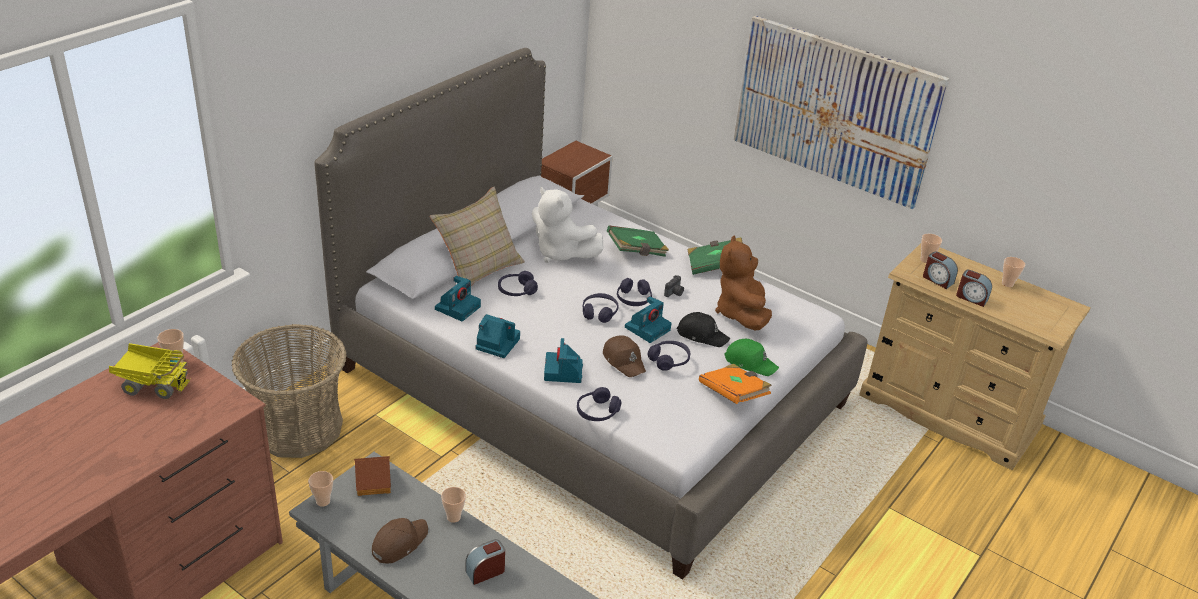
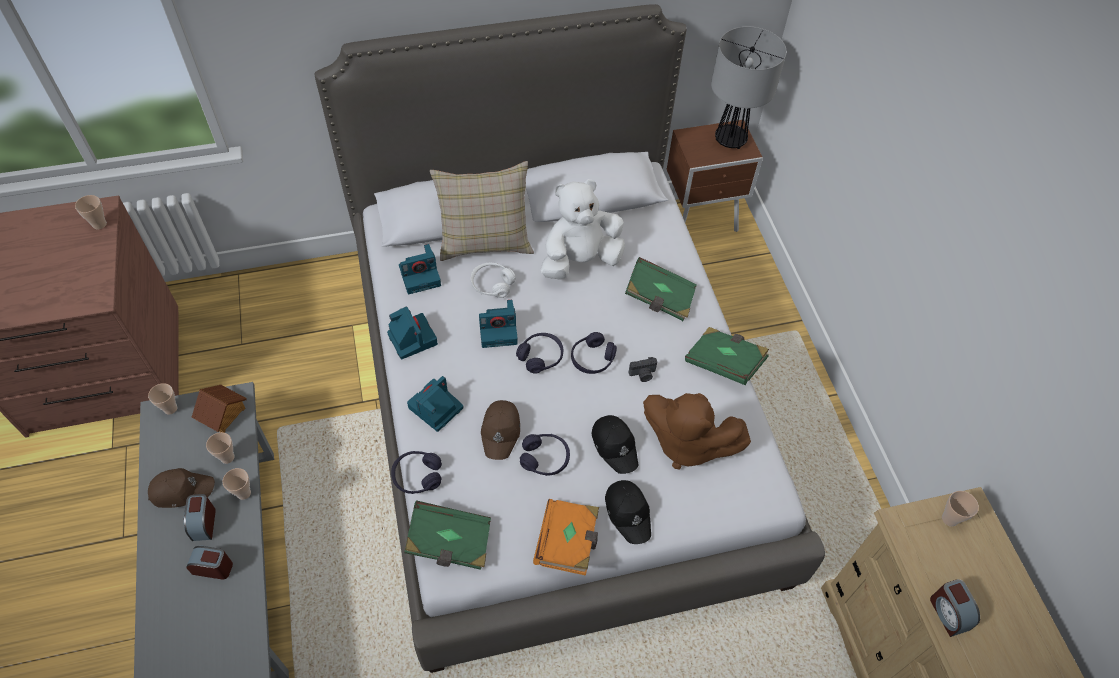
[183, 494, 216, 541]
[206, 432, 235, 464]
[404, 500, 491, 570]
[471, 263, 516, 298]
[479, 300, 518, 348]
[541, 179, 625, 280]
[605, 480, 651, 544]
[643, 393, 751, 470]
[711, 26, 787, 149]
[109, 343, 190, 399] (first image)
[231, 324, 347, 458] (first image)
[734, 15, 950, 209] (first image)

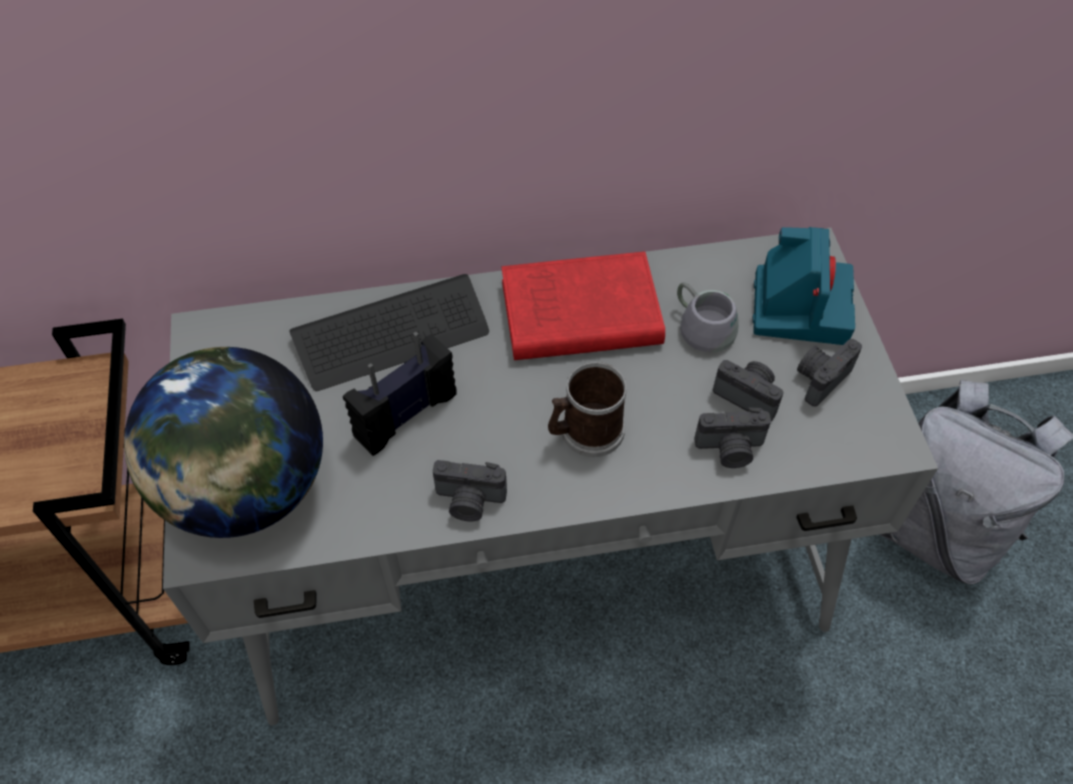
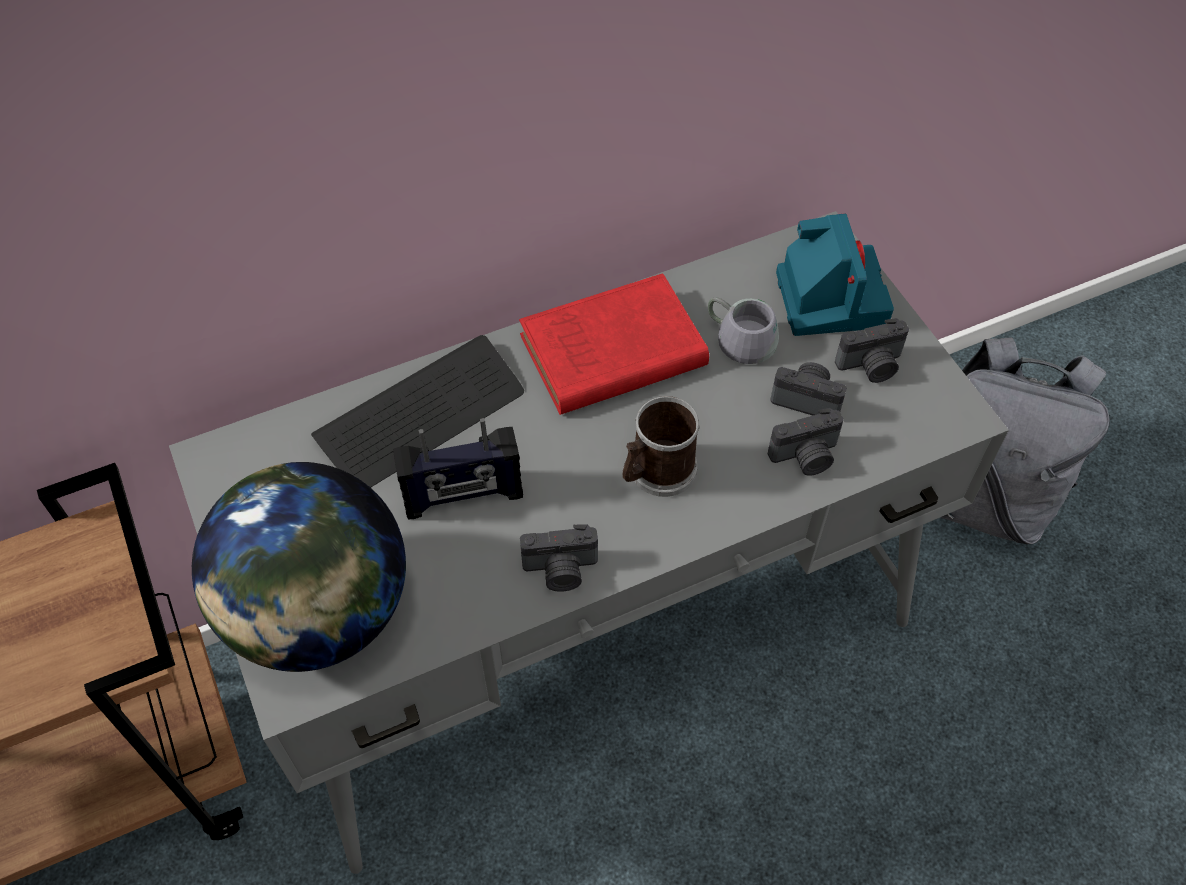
[393, 418, 523, 520]
[835, 318, 909, 383]

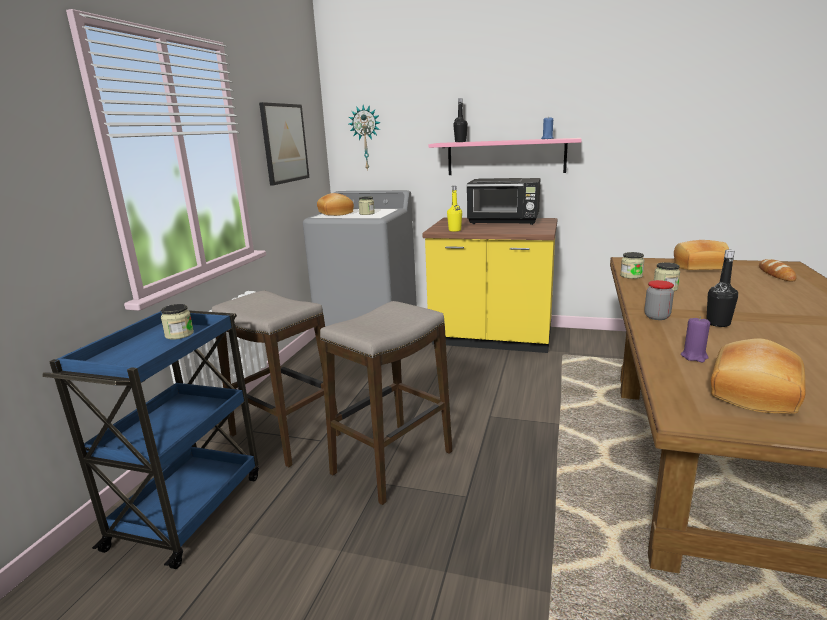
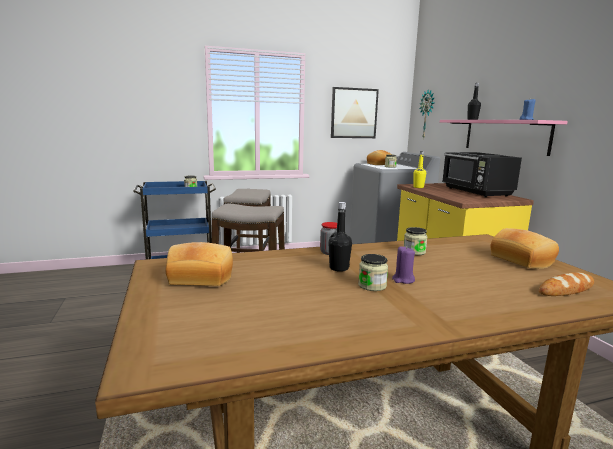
[358, 254, 388, 291]
[392, 246, 415, 284]

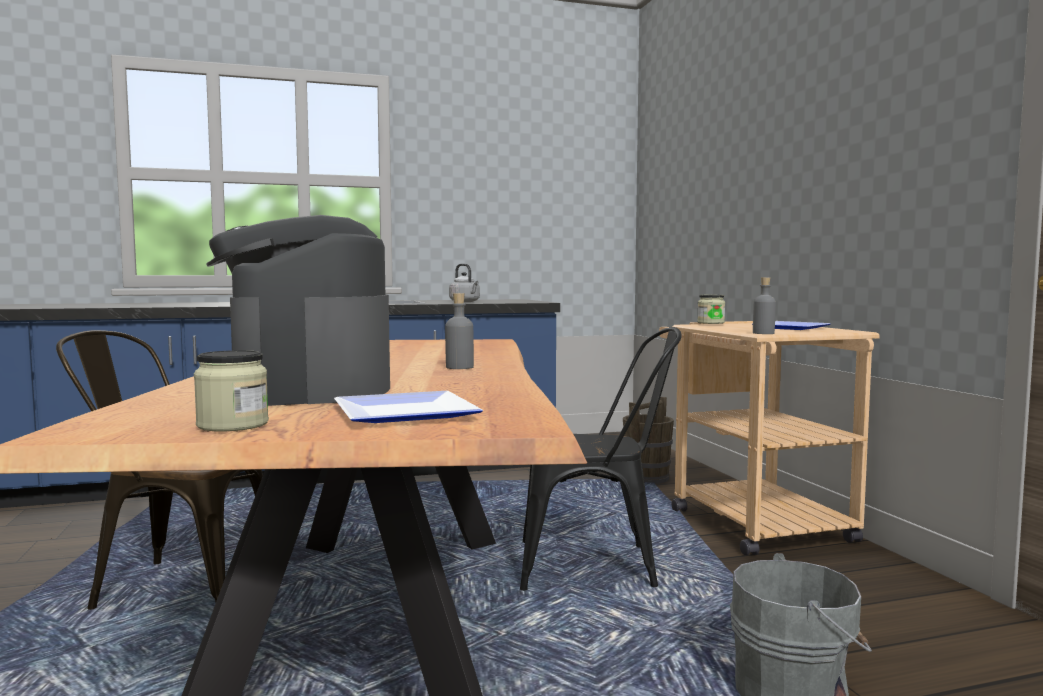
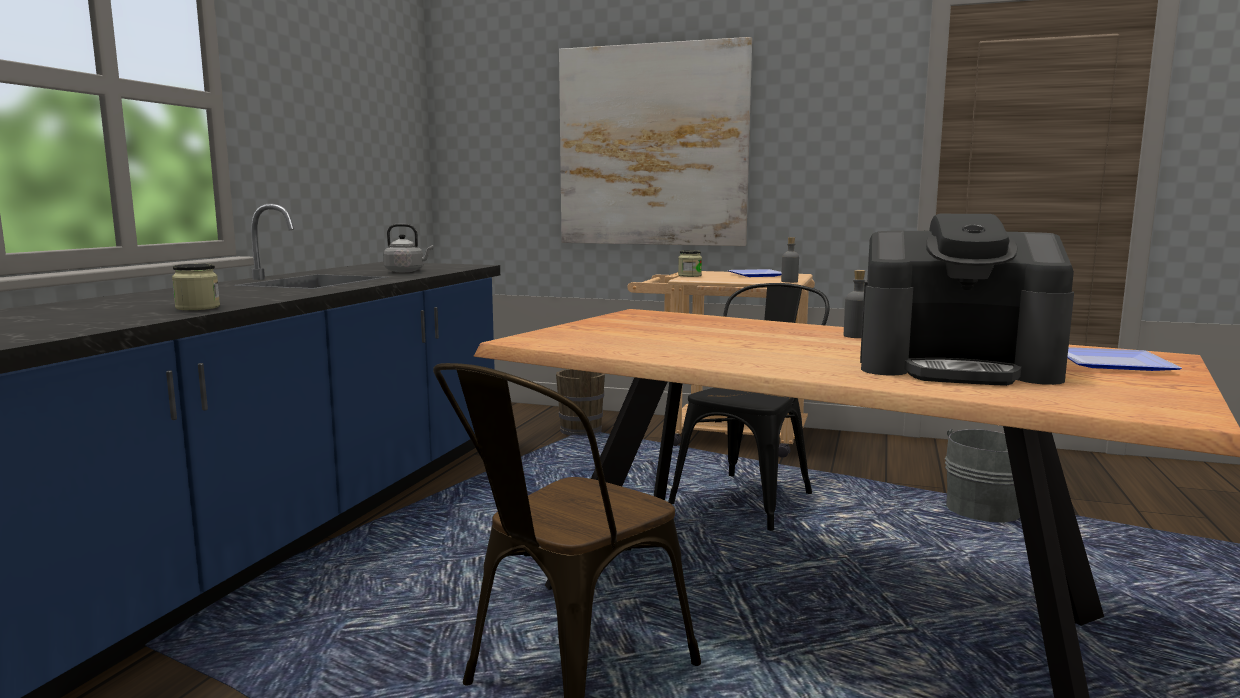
[172, 264, 220, 310]
[559, 37, 752, 246]

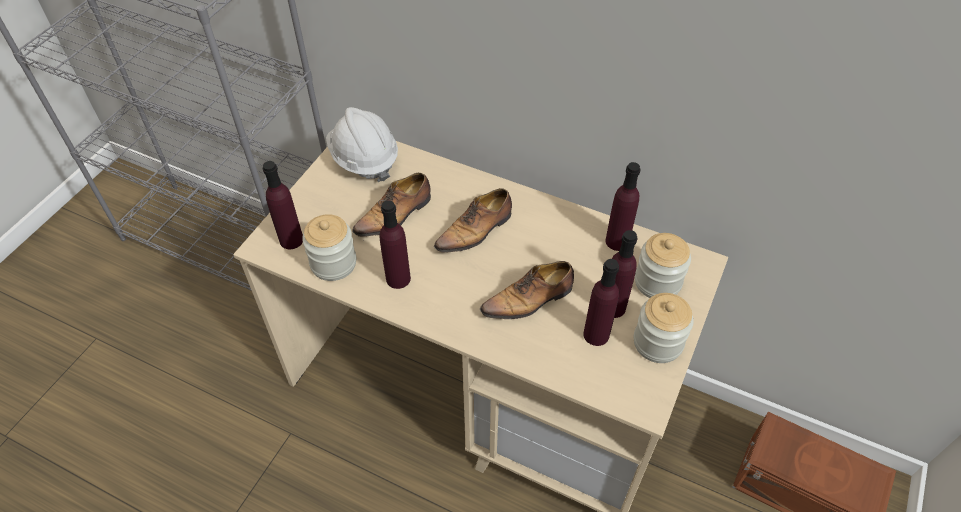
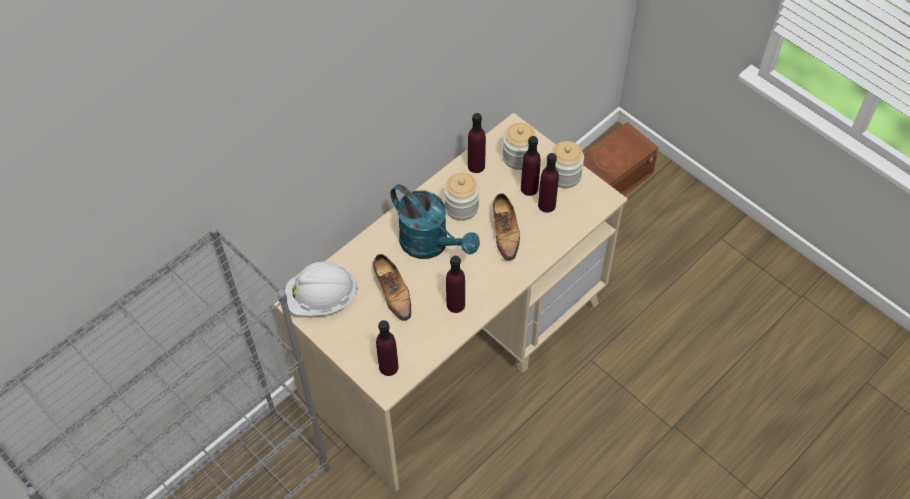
[391, 184, 480, 259]
[444, 173, 479, 221]

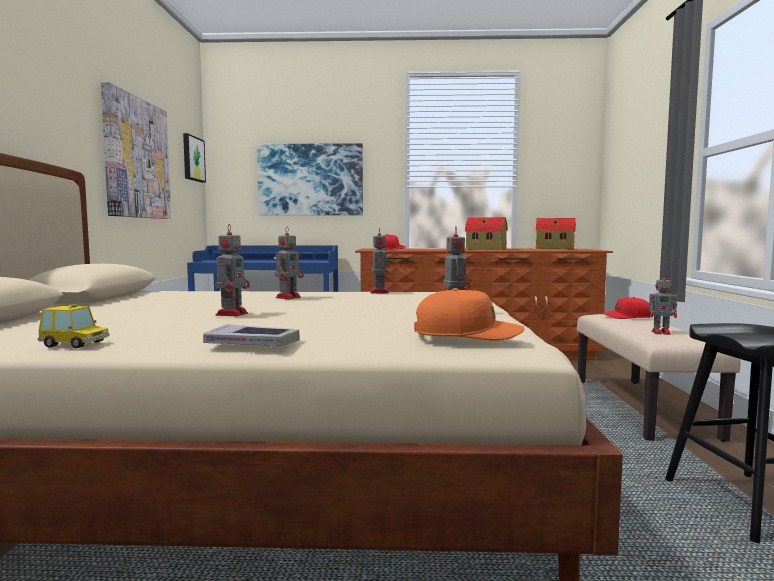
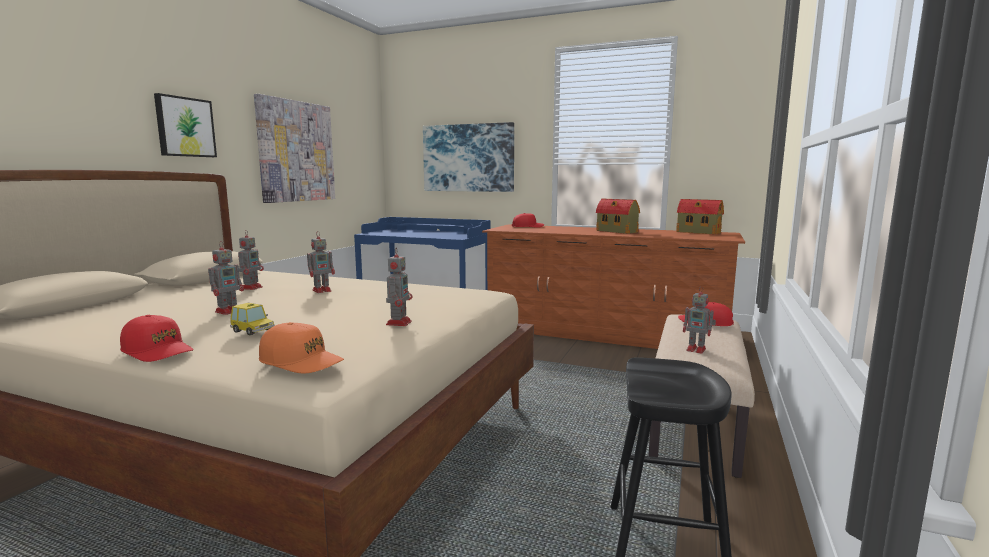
[120, 315, 194, 362]
[154, 93, 217, 157]
[230, 303, 274, 335]
[238, 230, 264, 290]

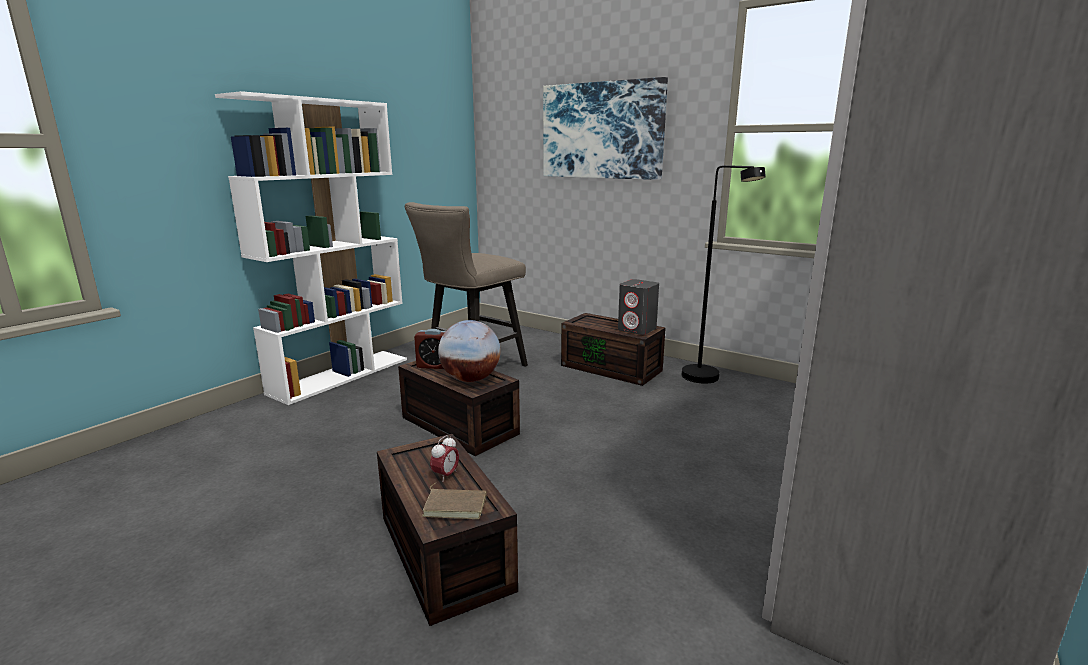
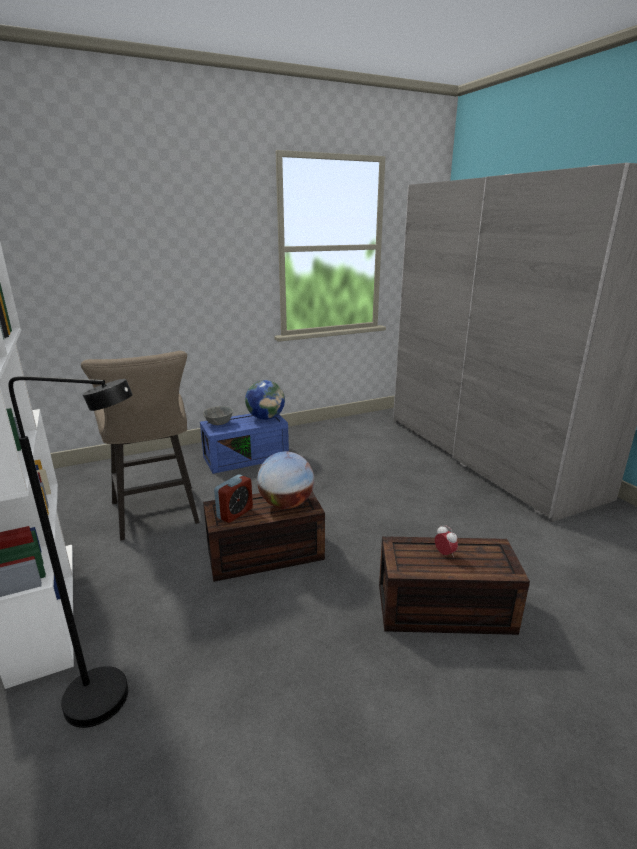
[8, 376, 133, 728]
[200, 413, 289, 474]
[203, 406, 233, 425]
[245, 380, 285, 420]
[422, 483, 486, 519] (first image)
[543, 77, 668, 180] (first image)

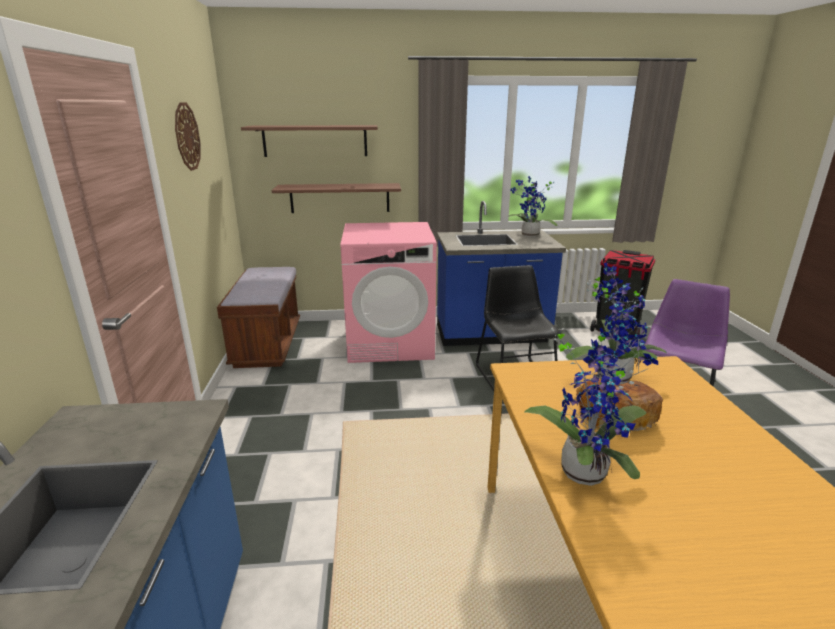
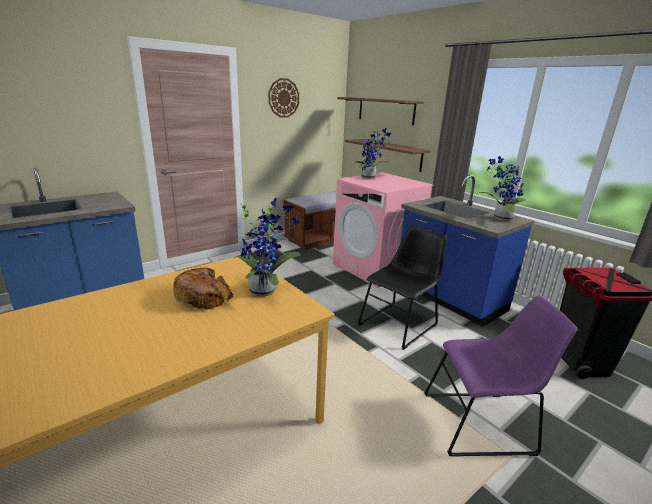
[354, 128, 391, 179]

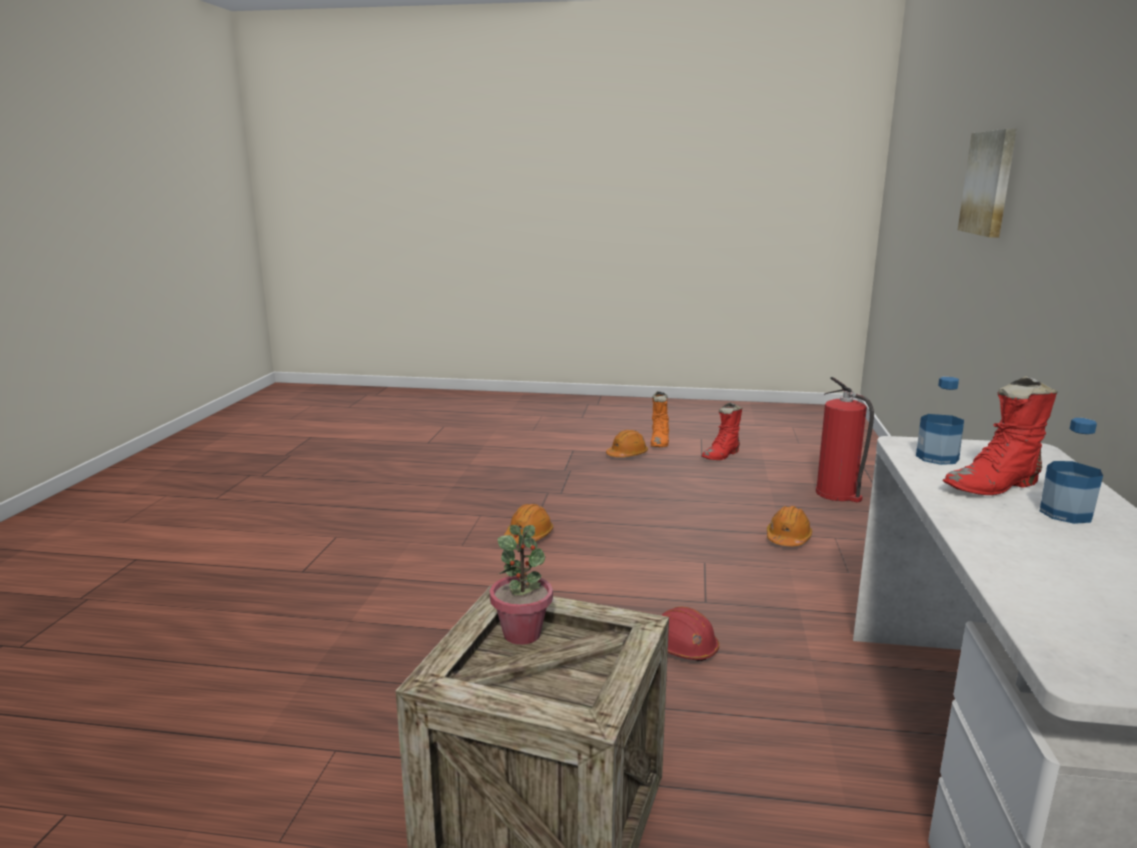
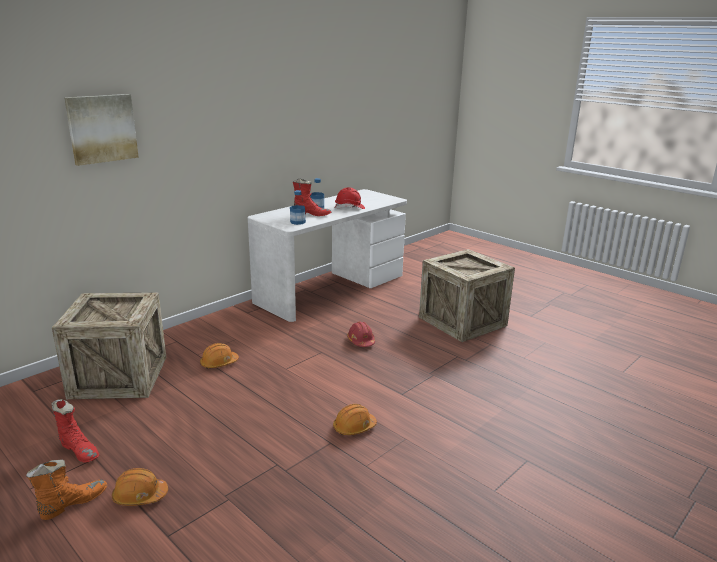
[51, 399, 99, 462]
[52, 293, 166, 399]
[335, 187, 365, 209]
[490, 525, 553, 645] (first image)

